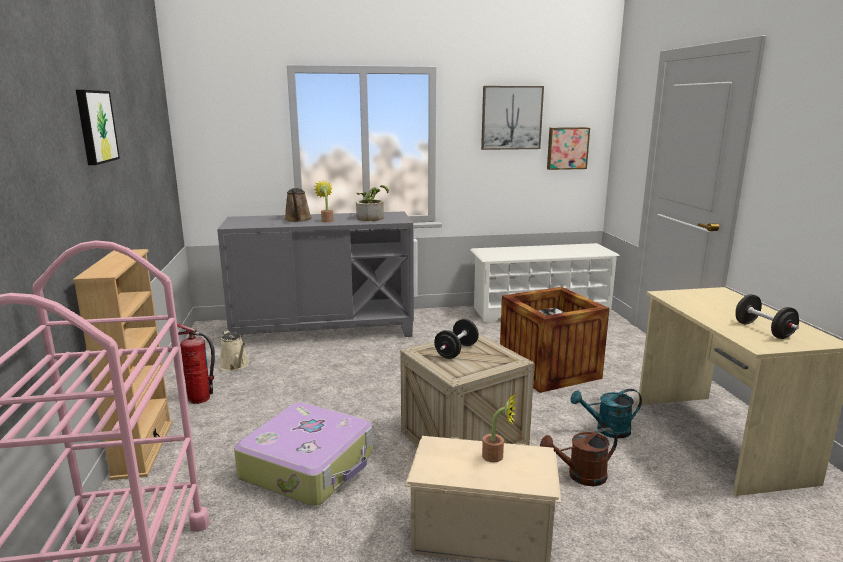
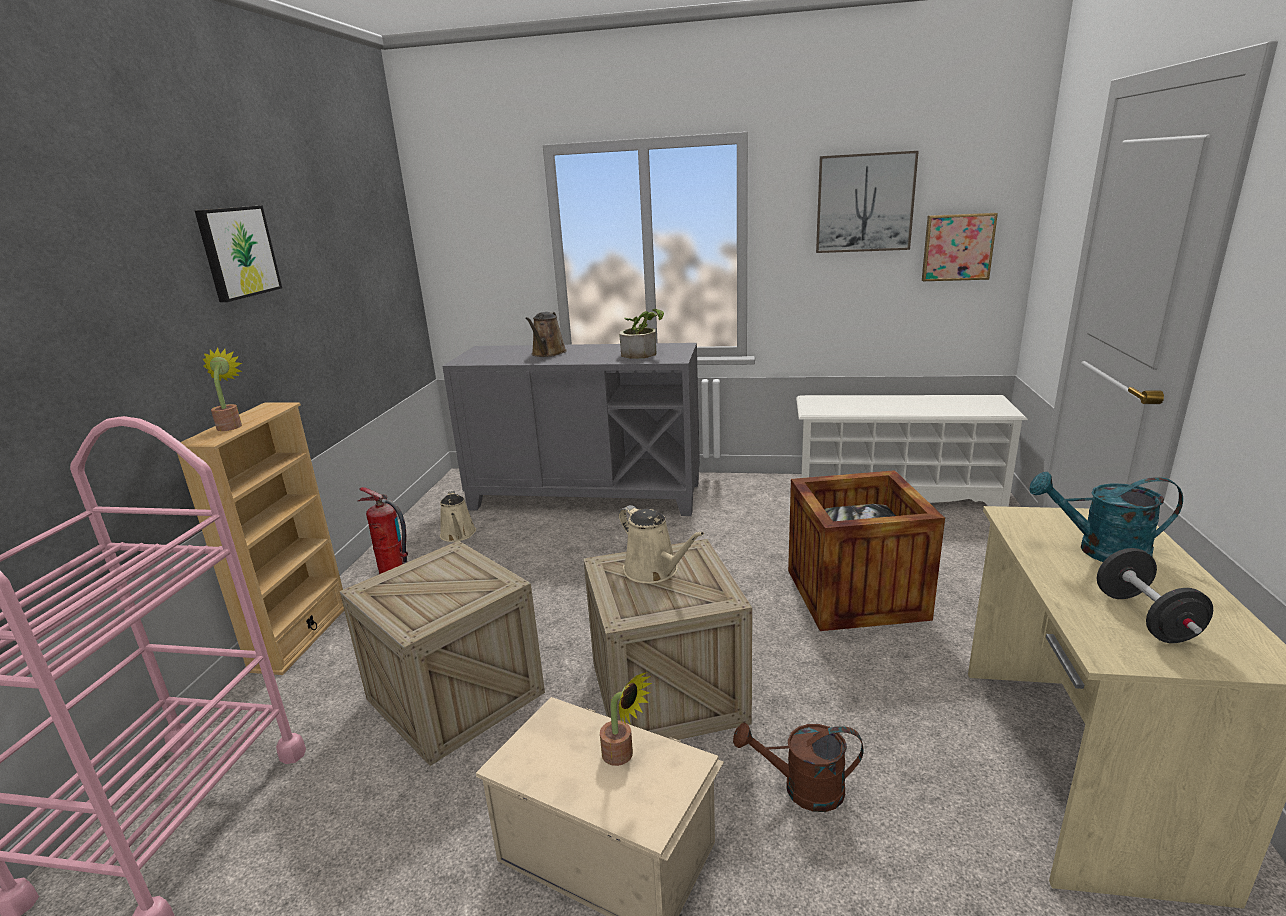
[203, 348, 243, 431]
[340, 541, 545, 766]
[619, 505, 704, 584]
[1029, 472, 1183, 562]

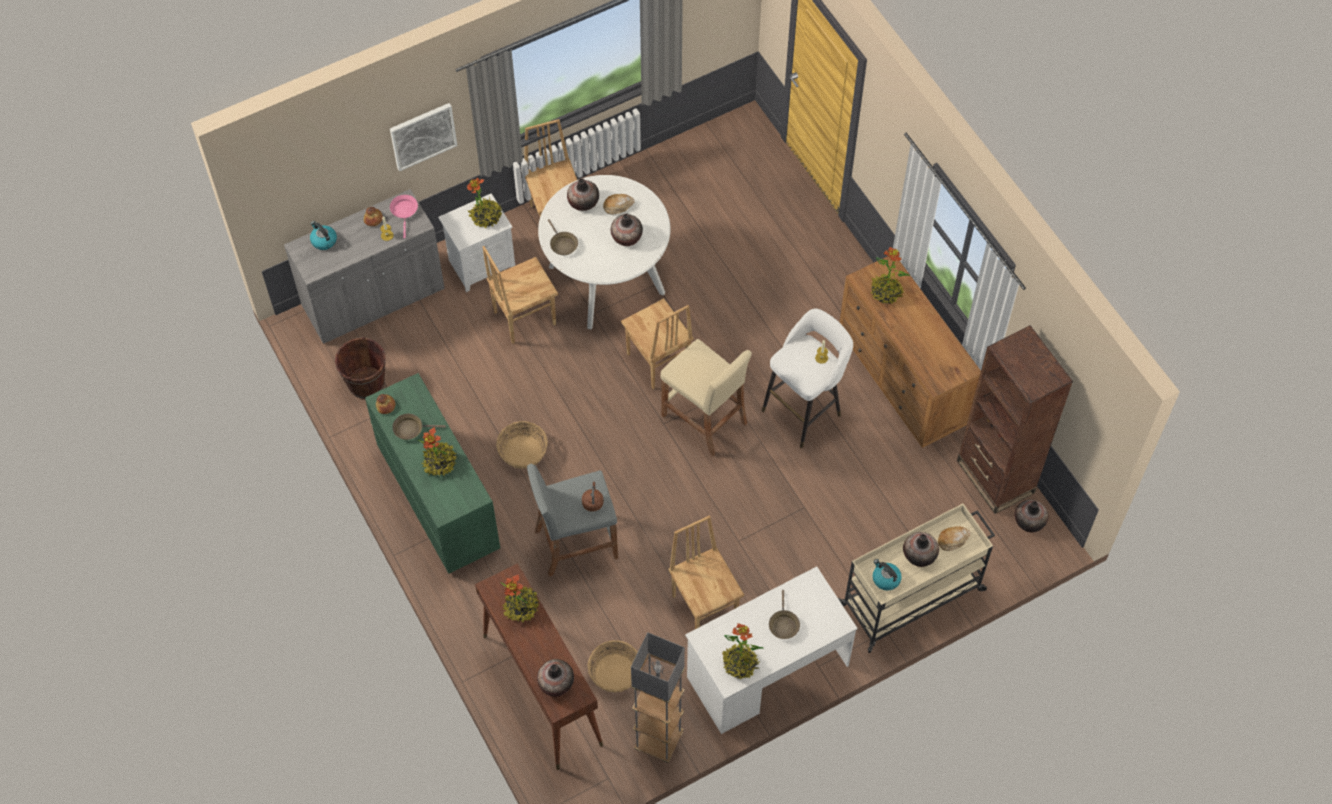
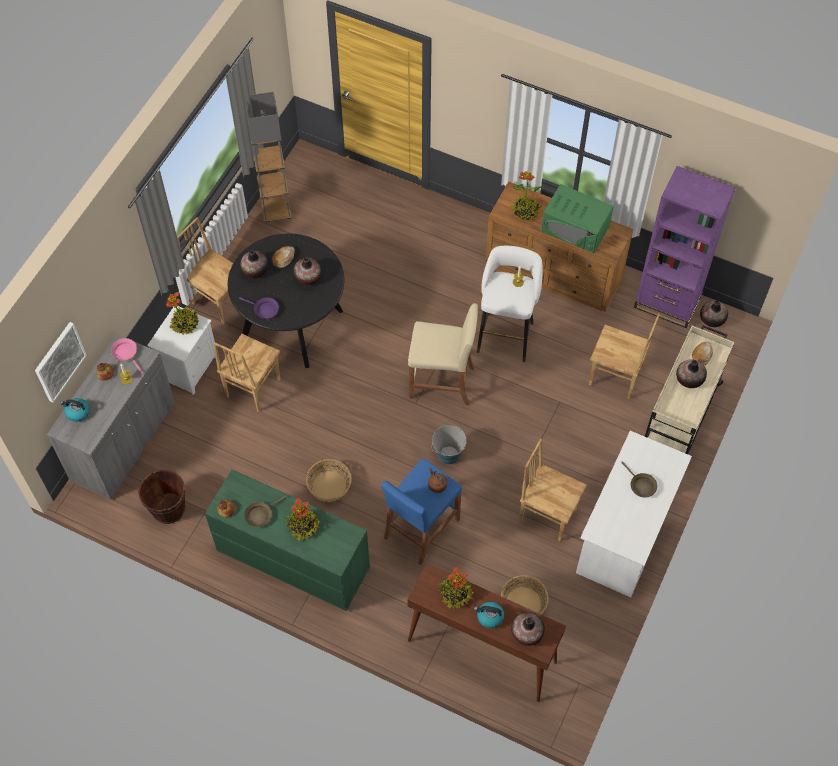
[35, 322, 87, 403]
[228, 233, 344, 368]
[239, 297, 279, 319]
[245, 92, 292, 224]
[381, 458, 462, 565]
[432, 425, 467, 465]
[474, 602, 504, 628]
[541, 184, 614, 253]
[589, 313, 660, 399]
[634, 166, 736, 328]
[722, 623, 763, 680] (first image)

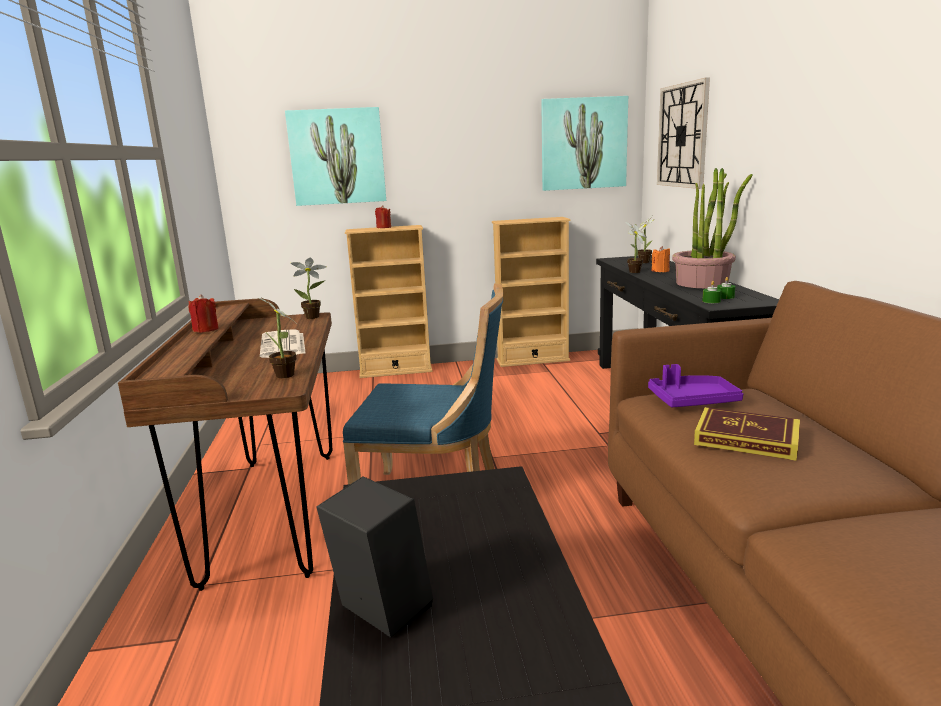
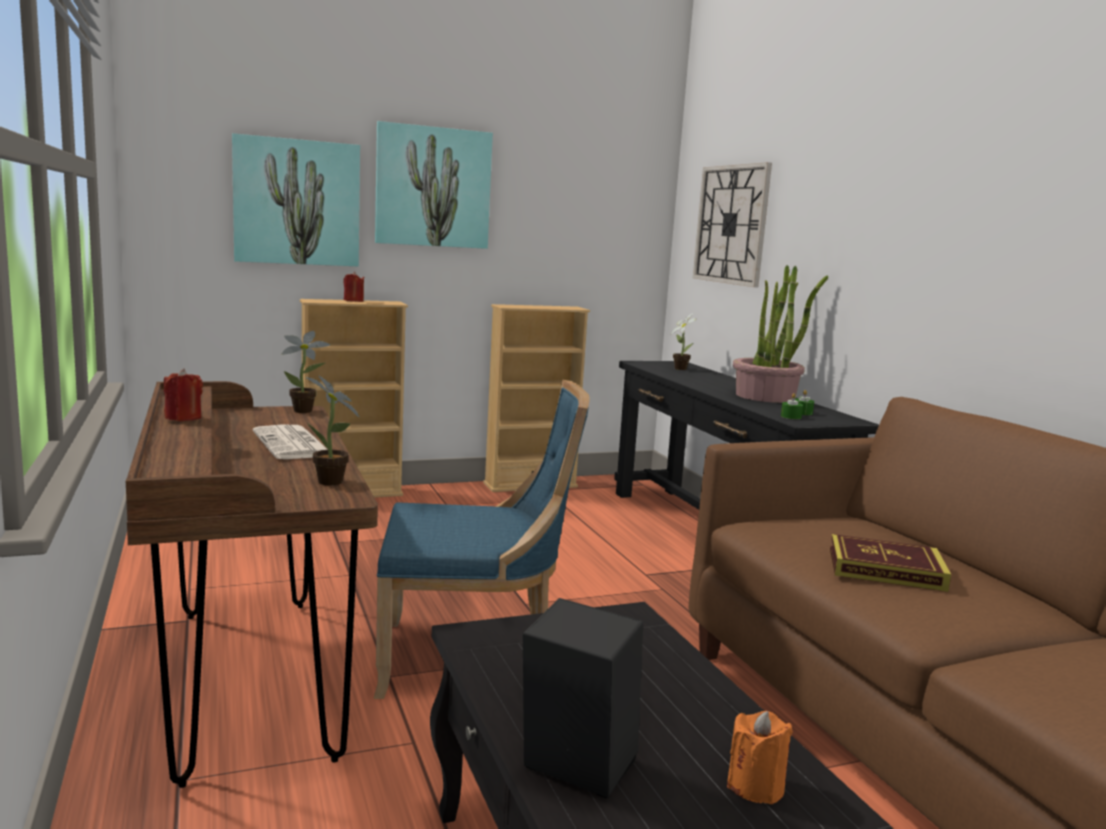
[375, 121, 493, 249]
[727, 711, 793, 804]
[625, 222, 647, 273] (first image)
[648, 364, 743, 407] (first image)

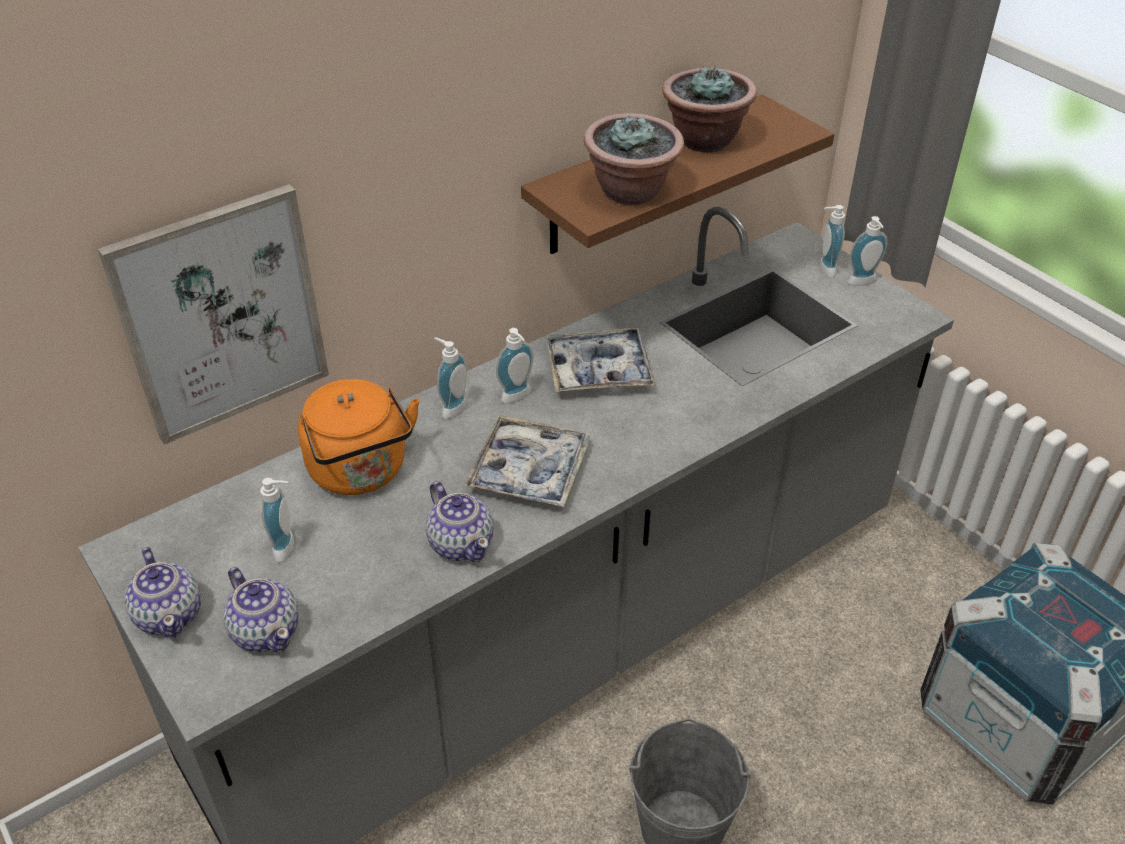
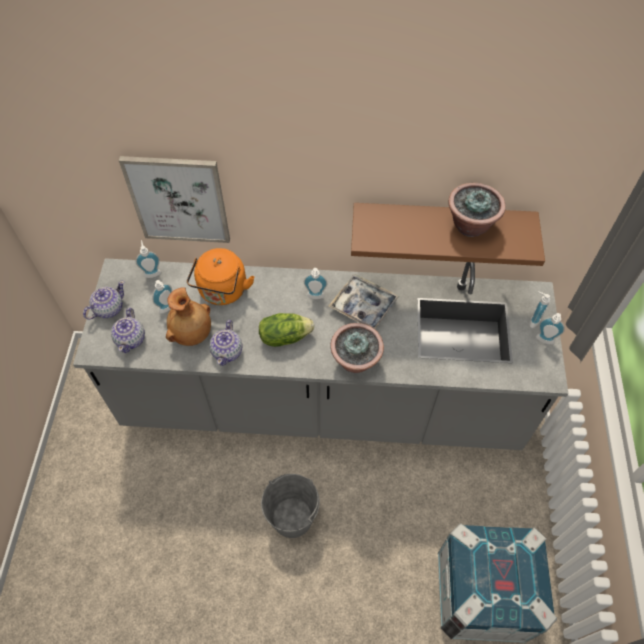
[83, 280, 125, 319]
[136, 240, 161, 278]
[166, 287, 211, 346]
[259, 313, 314, 347]
[331, 323, 384, 373]

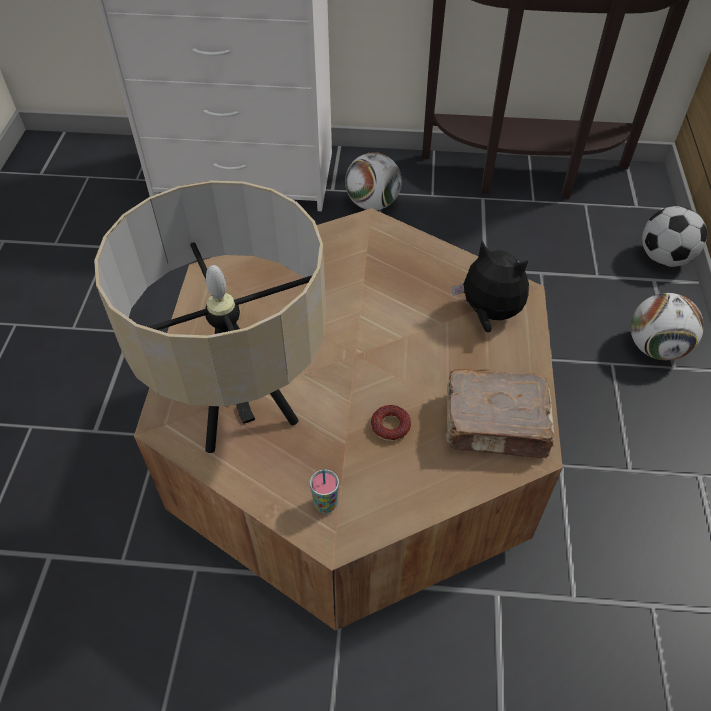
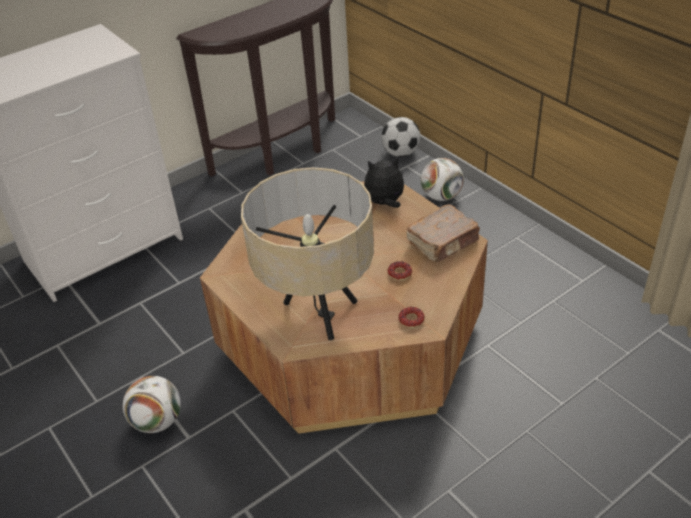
[123, 376, 181, 433]
[399, 307, 425, 328]

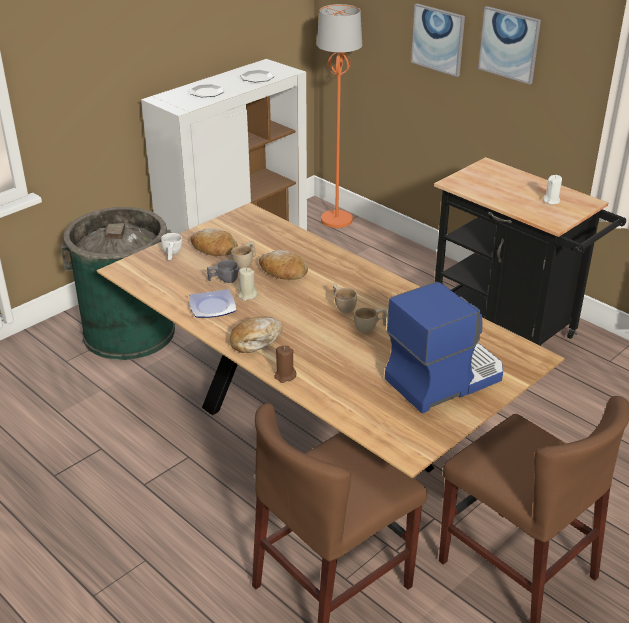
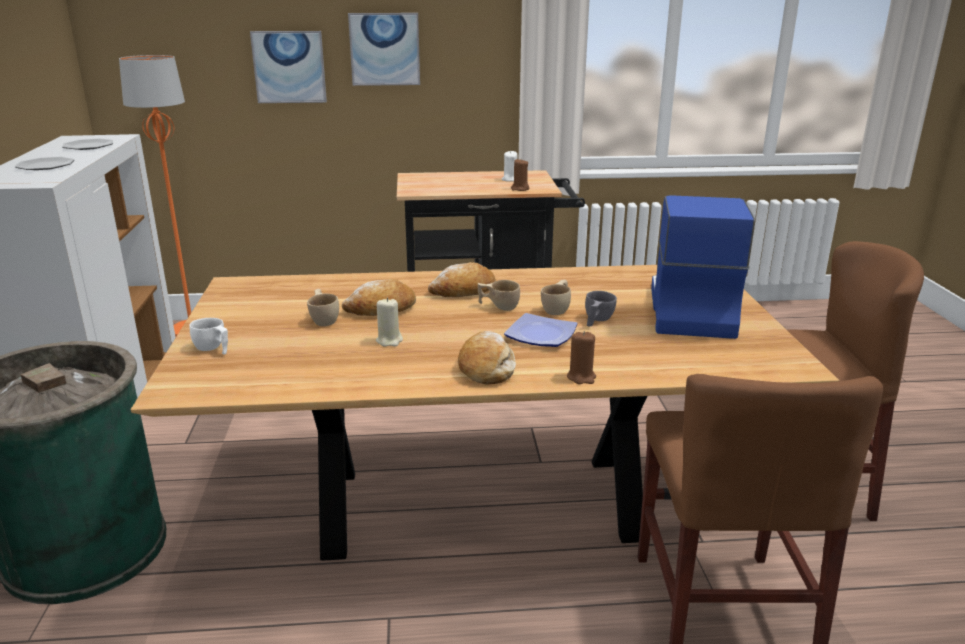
[428, 262, 496, 297]
[504, 313, 577, 347]
[511, 159, 529, 191]
[585, 291, 617, 327]

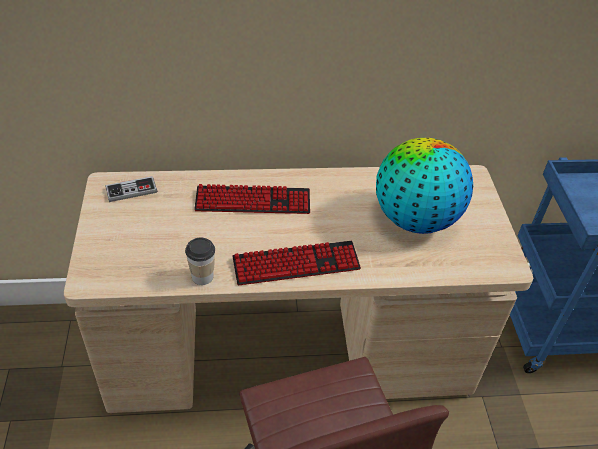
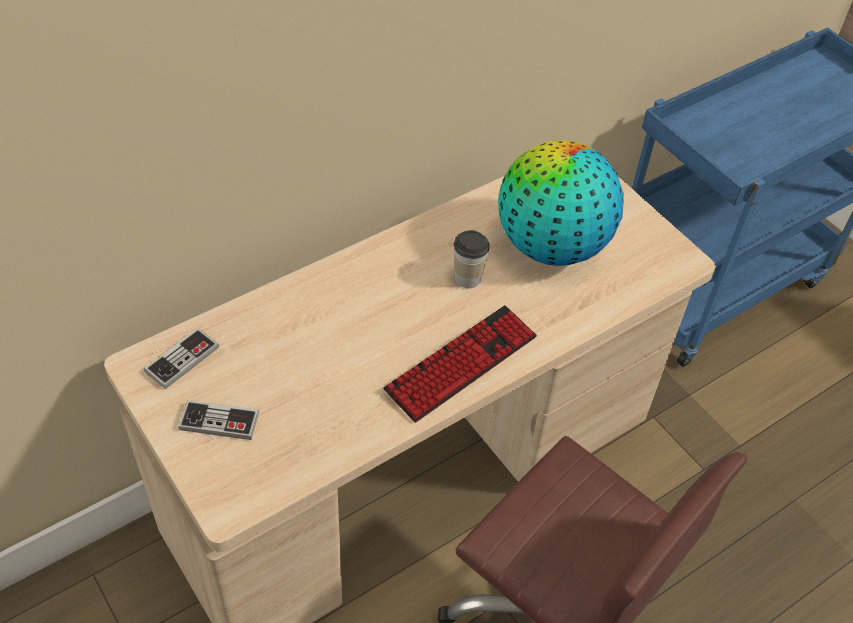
[178, 400, 259, 440]
[454, 230, 490, 288]
[194, 184, 310, 214] (first image)

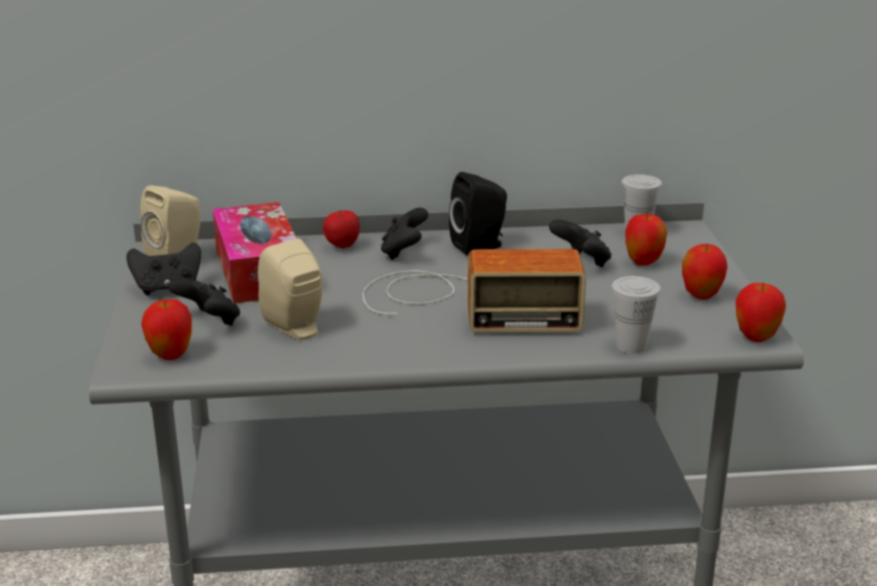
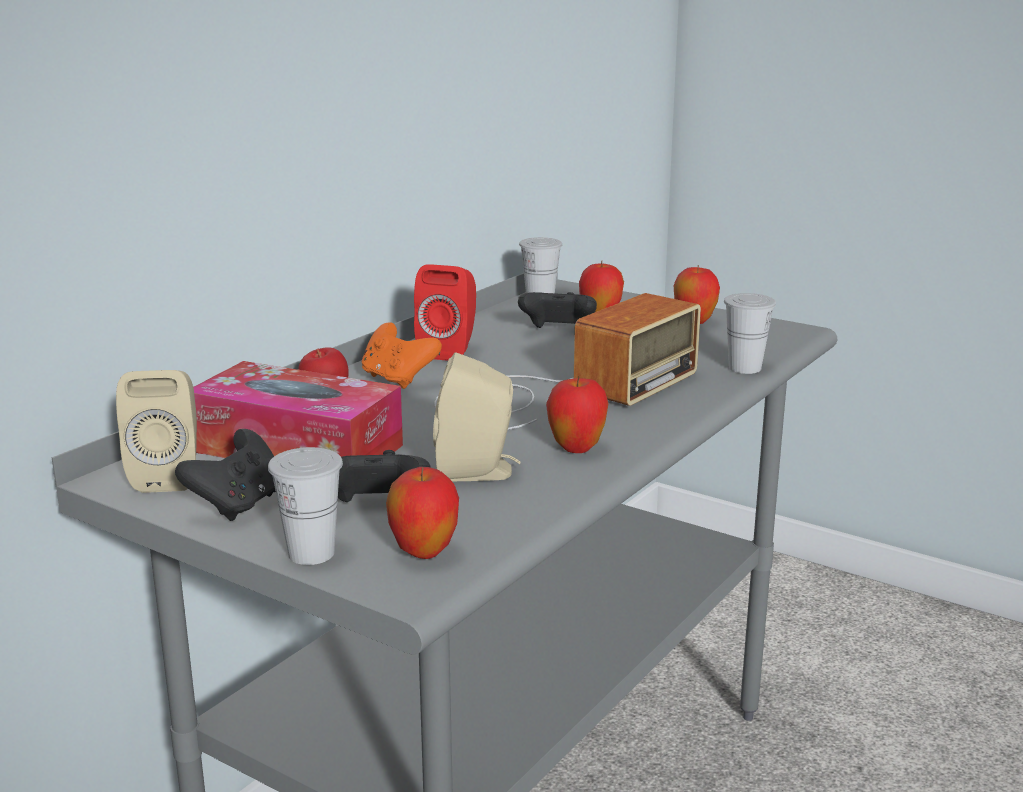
[268, 447, 343, 565]
[362, 322, 442, 389]
[414, 264, 476, 361]
[546, 376, 609, 453]

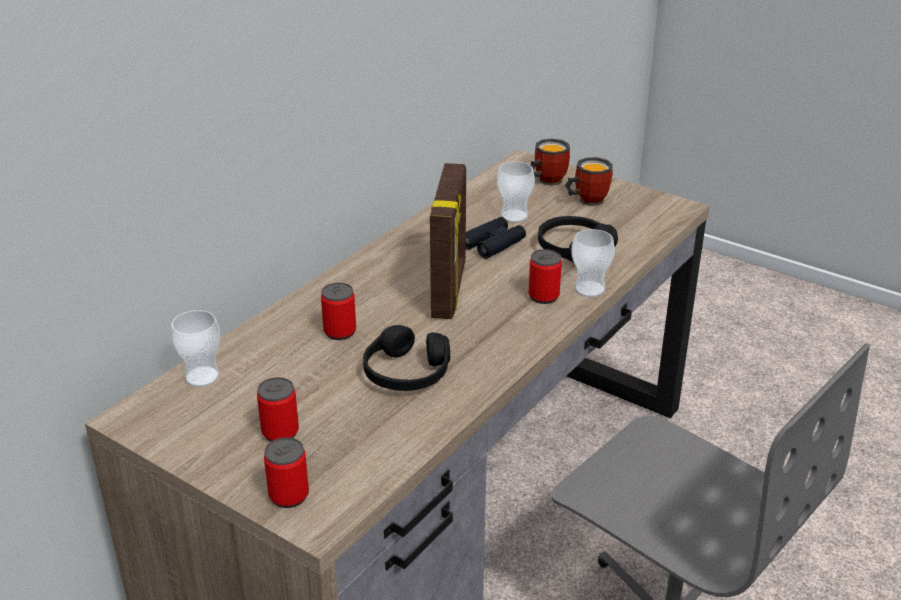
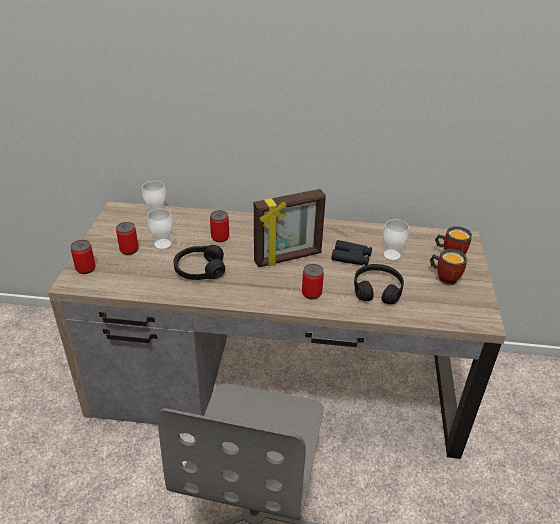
[147, 209, 173, 250]

